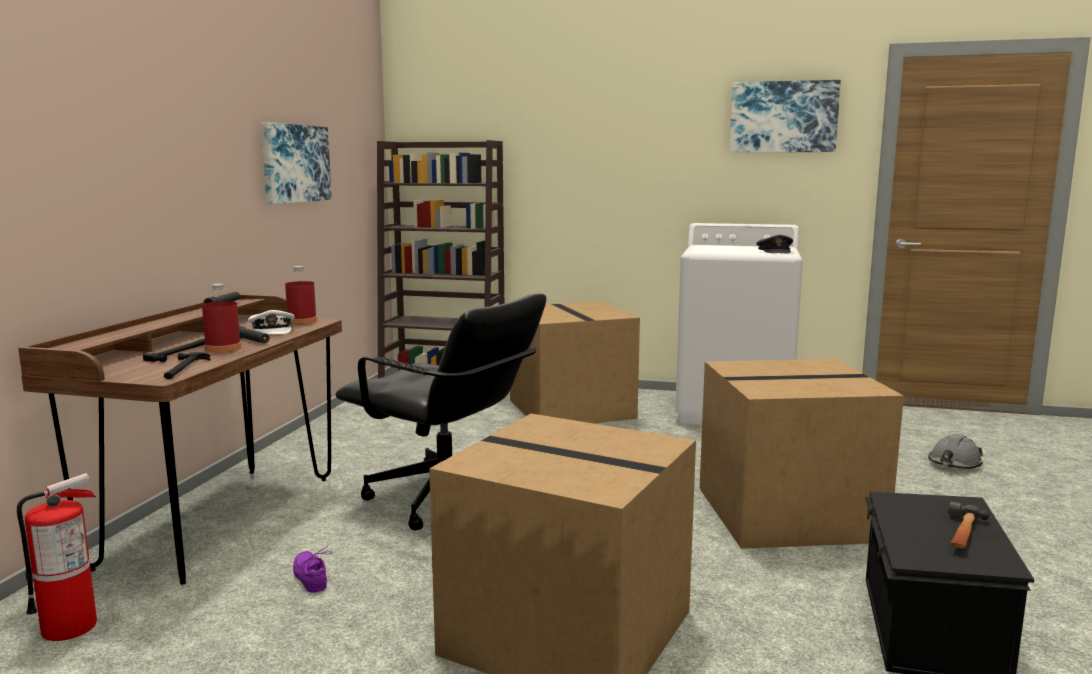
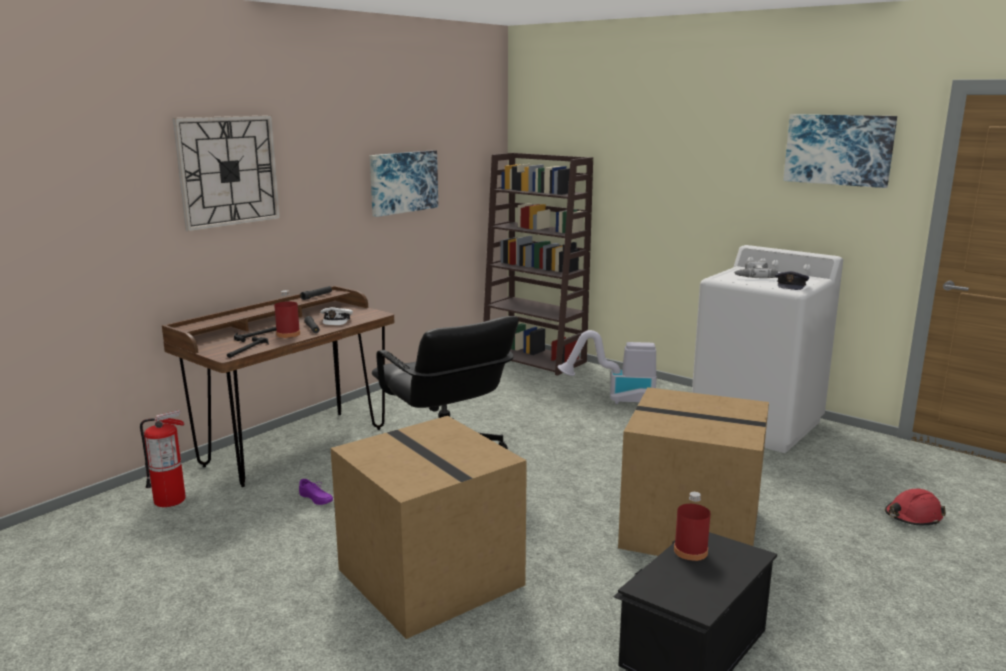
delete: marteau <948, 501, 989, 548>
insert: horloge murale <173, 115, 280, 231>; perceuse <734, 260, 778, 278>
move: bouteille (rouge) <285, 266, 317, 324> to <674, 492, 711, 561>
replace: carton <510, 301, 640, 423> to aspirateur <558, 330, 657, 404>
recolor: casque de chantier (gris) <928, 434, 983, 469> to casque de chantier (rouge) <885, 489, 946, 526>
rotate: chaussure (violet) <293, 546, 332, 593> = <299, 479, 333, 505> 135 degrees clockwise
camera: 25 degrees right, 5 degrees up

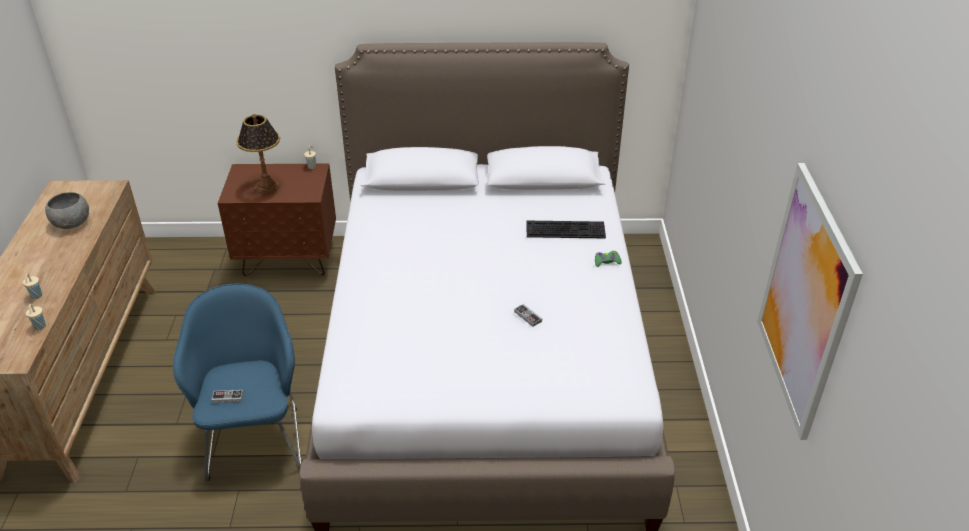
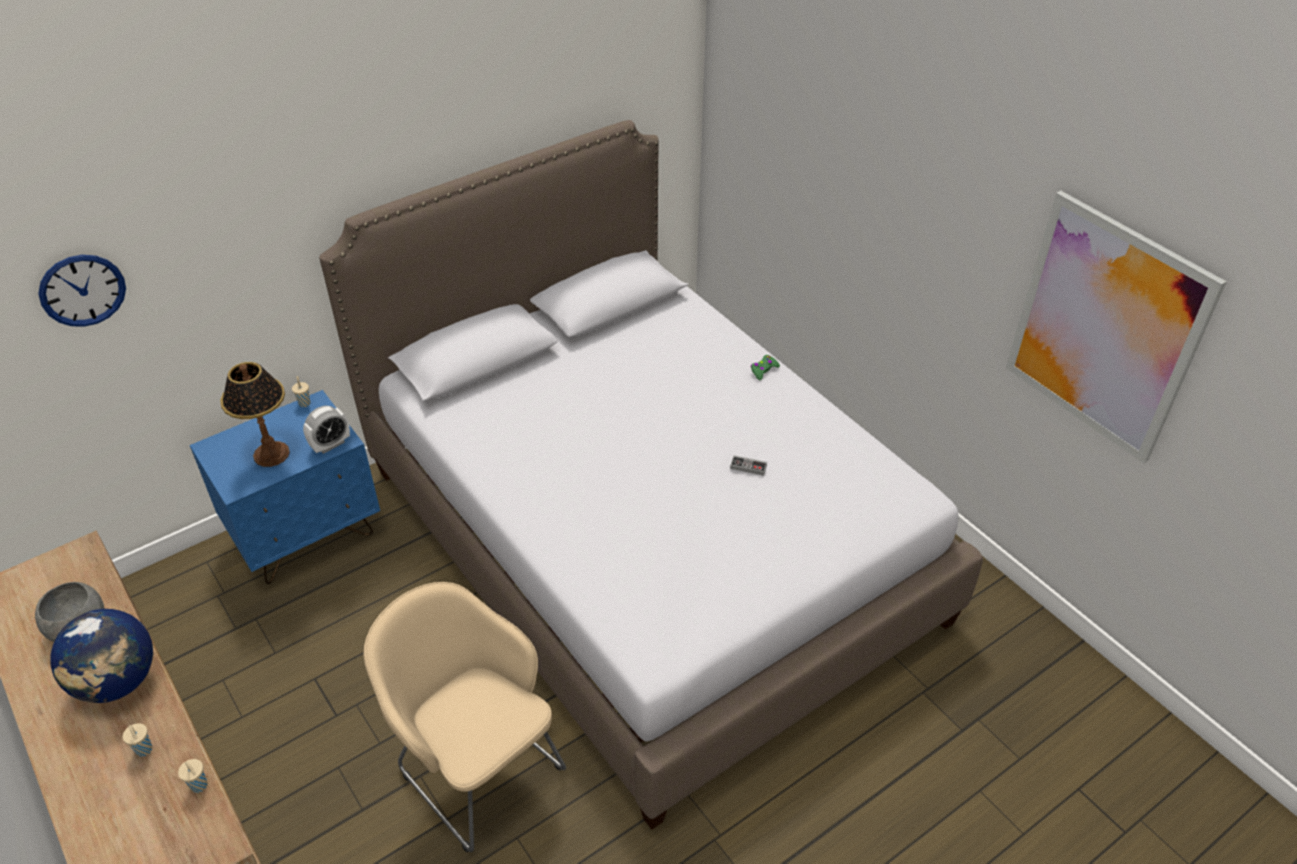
delete: manette <212, 390, 244, 403>; clavier <526, 221, 606, 238>
insert: horloge murale <38, 255, 126, 327>; globe <51, 609, 153, 703>; réveil <303, 406, 350, 454>
recolor: table de chevet (marron) <218, 164, 336, 276> to table de chevet (bleu) <190, 390, 380, 584>; fauteuil (bleu) <173, 283, 302, 482> to fauteuil (beige) <363, 582, 566, 852>
camera: 35 degrees left, 5 degrees up

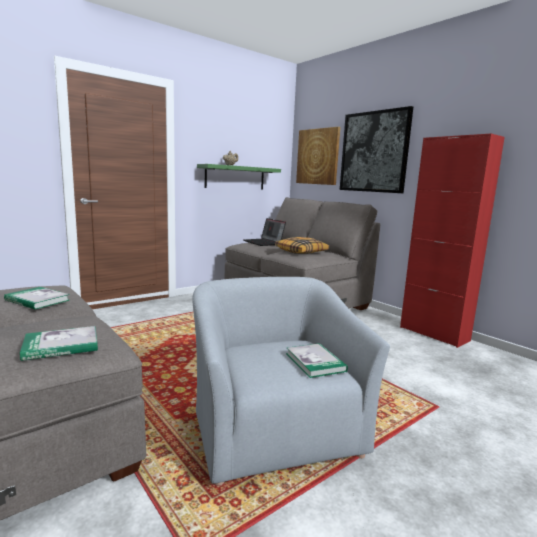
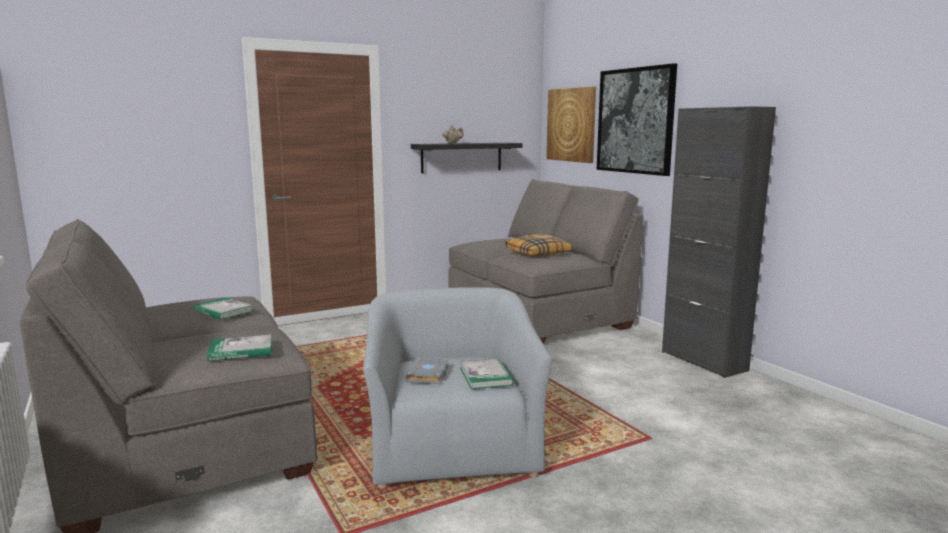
delete: ordinateur portable <243, 218, 286, 246>
insert: livre (gris) <404, 357, 449, 384>
recolor: étagère (vert) <197, 164, 281, 190> to étagère (noir) <411, 143, 522, 173>; meuble de rangement (rouge) <400, 133, 505, 348> to meuble de rangement (noir) <662, 106, 776, 378>
camera: 10 degrees right, 0 degrees up

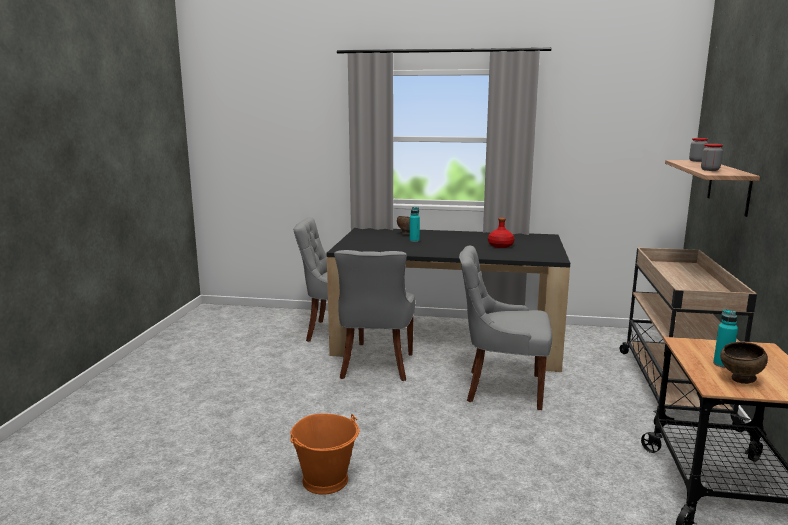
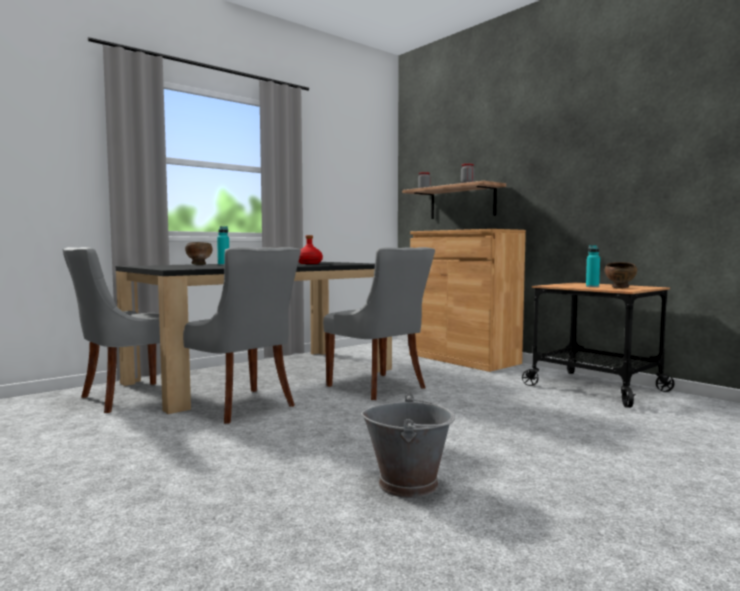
replace: chariot (beige) <620, 247, 757, 432> to meuble de rangement (marron) <409, 229, 526, 372>
recolor: seau (orange) <290, 413, 359, 495> to seau (gris) <361, 393, 455, 498>
rotate: chaise (gris) <459, 246, 552, 410> = <323, 247, 435, 400> 90 degrees counterclockwise
camera: 50 degrees left, 10 degrees down

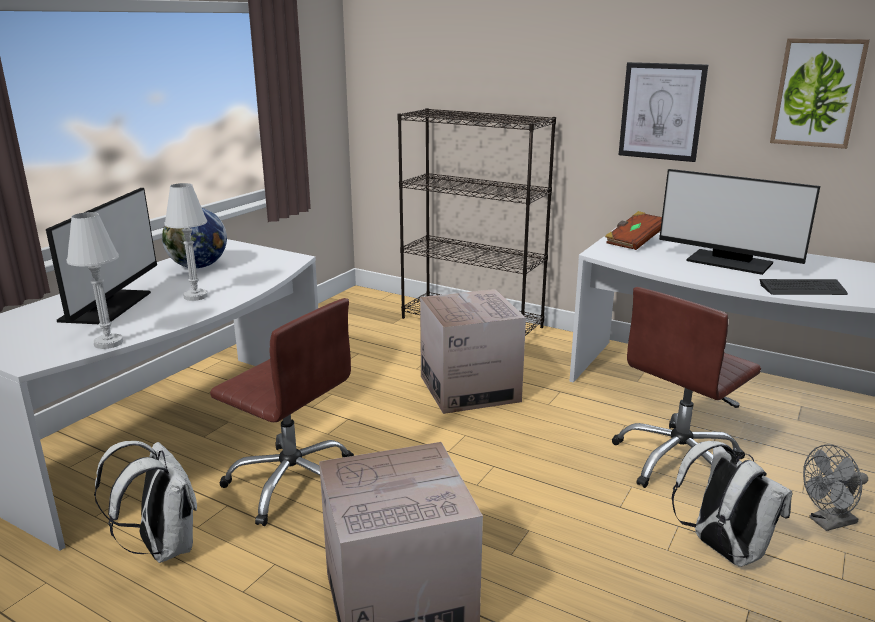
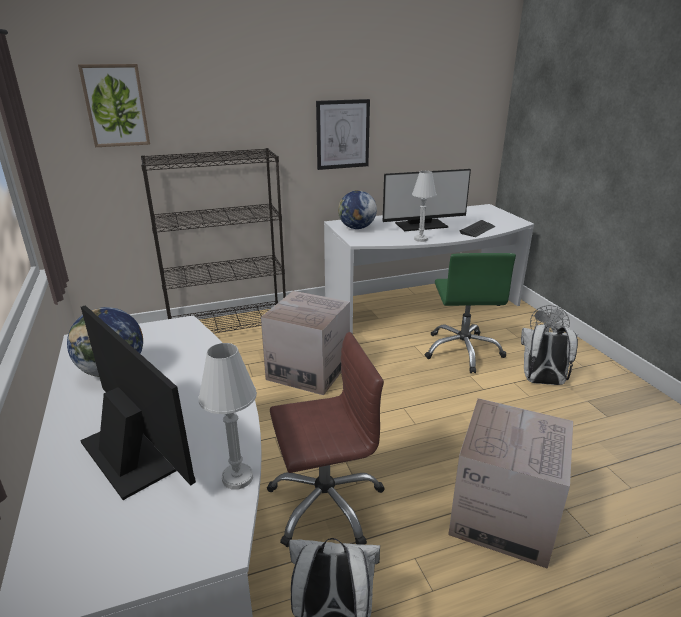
move: tableau <770, 38, 870, 149> to <78, 64, 150, 147>; lampe de table (blanc) <164, 183, 208, 301> to <412, 171, 437, 242>
replace: livre (marron) <605, 211, 662, 250> to globe <338, 190, 377, 229>
recolor: chaise de bureau (marron) <612, 287, 761, 488> to chaise de bureau (vert) <425, 253, 516, 373>
camera: 50 degrees left, 5 degrees up

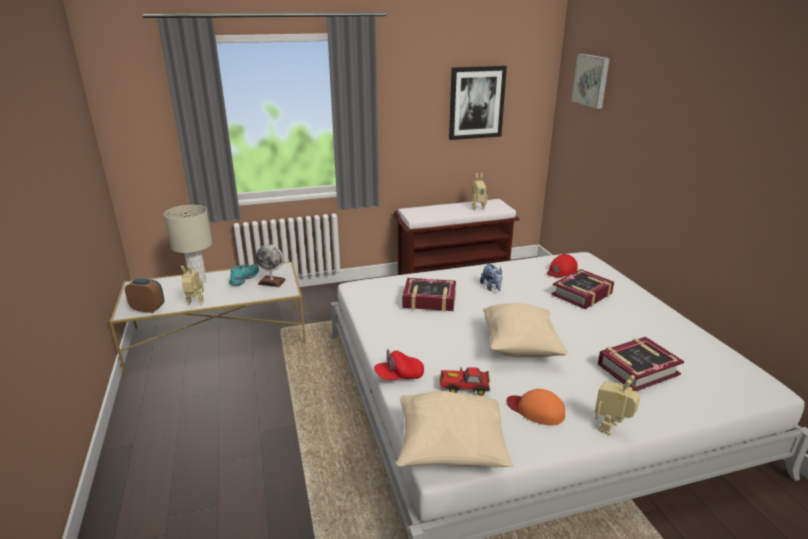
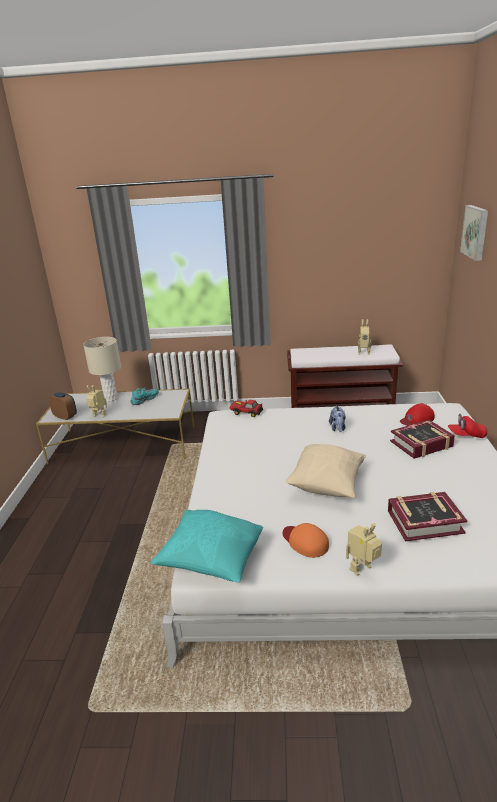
delete: globe <256, 244, 286, 287>; livre <402, 278, 456, 312>; tableau <449, 66, 507, 140>
move: petite voiture <439, 367, 490, 396> to <230, 400, 263, 417>; casquette (rouge) <374, 349, 424, 380> to <448, 414, 487, 438>
recolor: coussin (beige) <397, 391, 513, 467> to coussin (turquoise) <151, 510, 263, 583>
camera: 20 degrees right, 0 degrees up

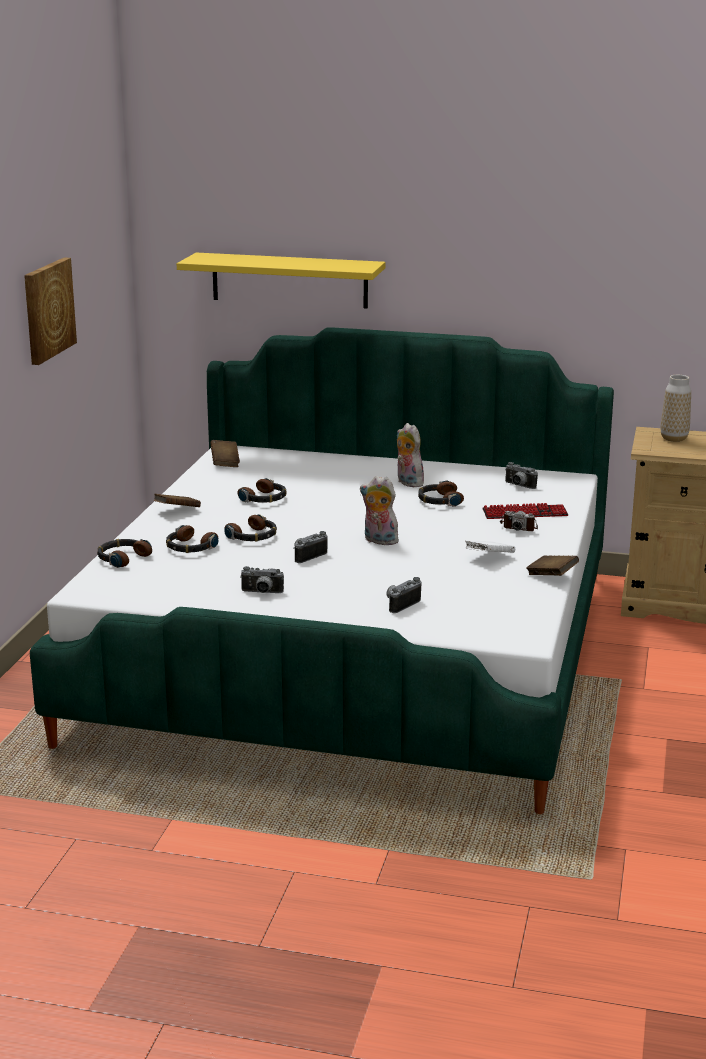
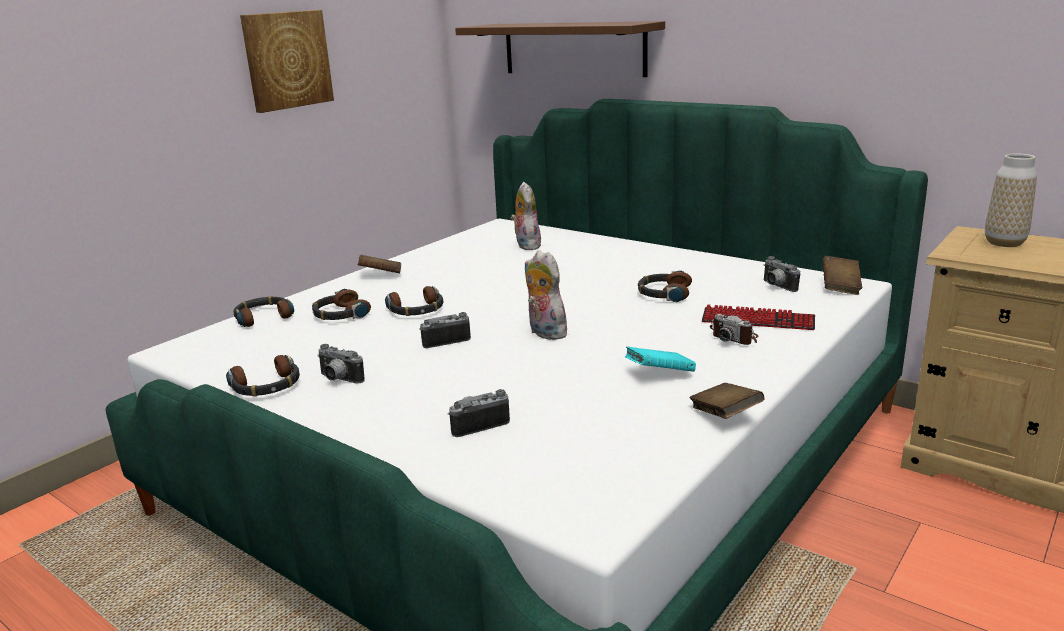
move: casque audio <237, 478, 286, 503> to <226, 355, 300, 397>; peluche <396, 423, 424, 487> to <511, 182, 541, 250>; livre (marron) <210, 440, 240, 467> to <823, 256, 862, 295>
recolor: étagère (jaune) <177, 253, 385, 308> to étagère (marron) <455, 21, 665, 77>; livre (blanc) <465, 541, 515, 553> to livre (turquoise) <625, 347, 696, 372>
camera: 25 degrees right, 0 degrees up

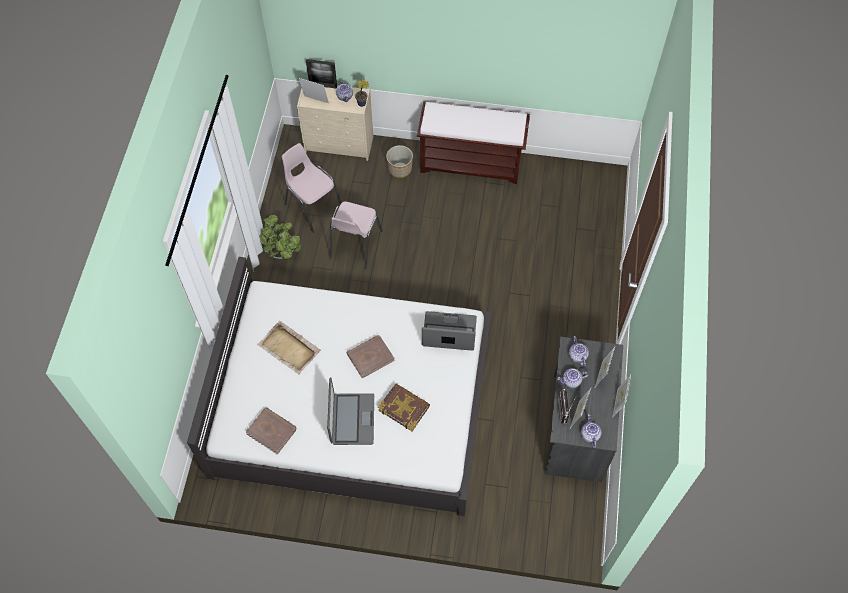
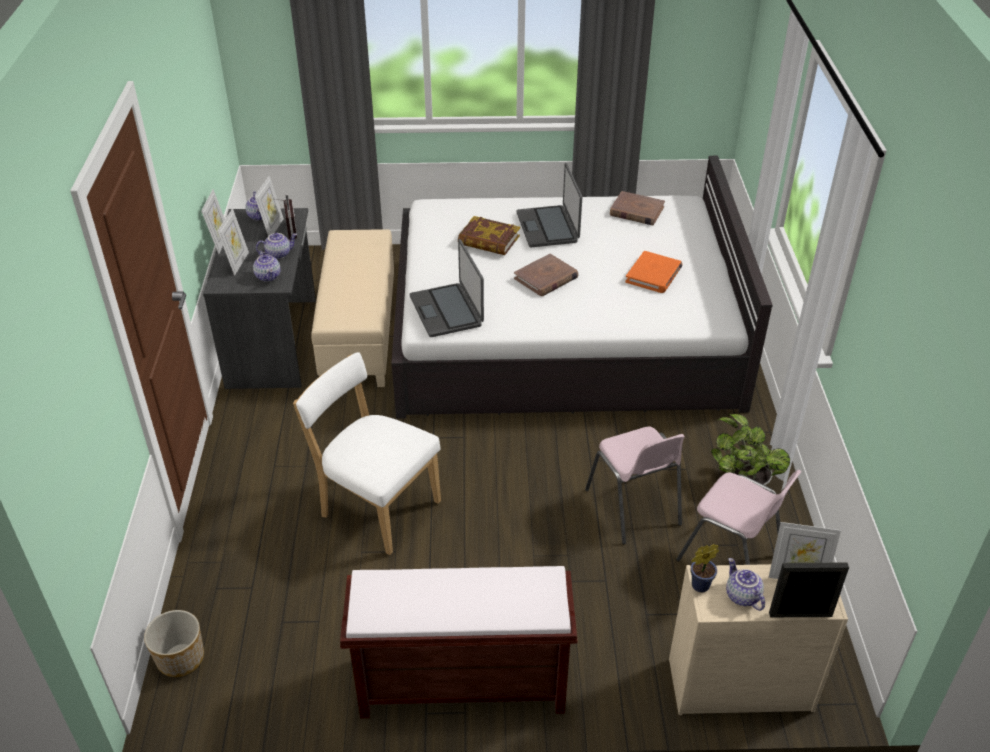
insert: chaise (blanc) <293, 352, 441, 555>; pouf (beige) <311, 229, 394, 387>
move: cache-pot <386, 145, 413, 178> to <144, 610, 204, 677>
replace: plateau (beige) <257, 321, 321, 374> to livre (orange) <625, 251, 683, 293>
rotate: ordinateur portable <422, 311, 477, 351> = <410, 239, 484, 337> 75 degrees clockwise; chaise (rose) <330, 202, 383, 269> = <585, 427, 685, 544> 150 degrees clockwise
camera: 170 degrees right, 20 degrees down

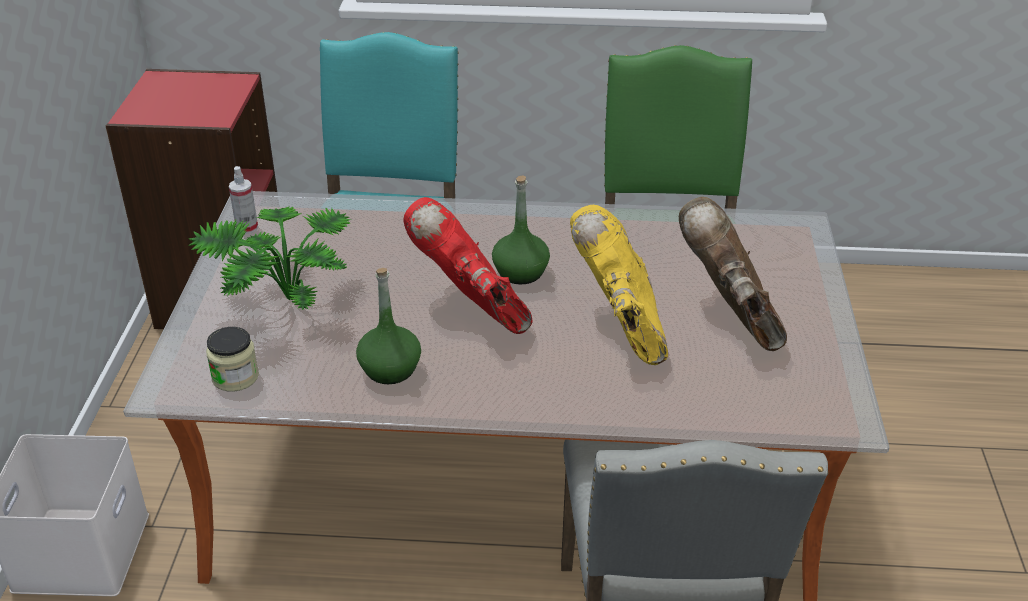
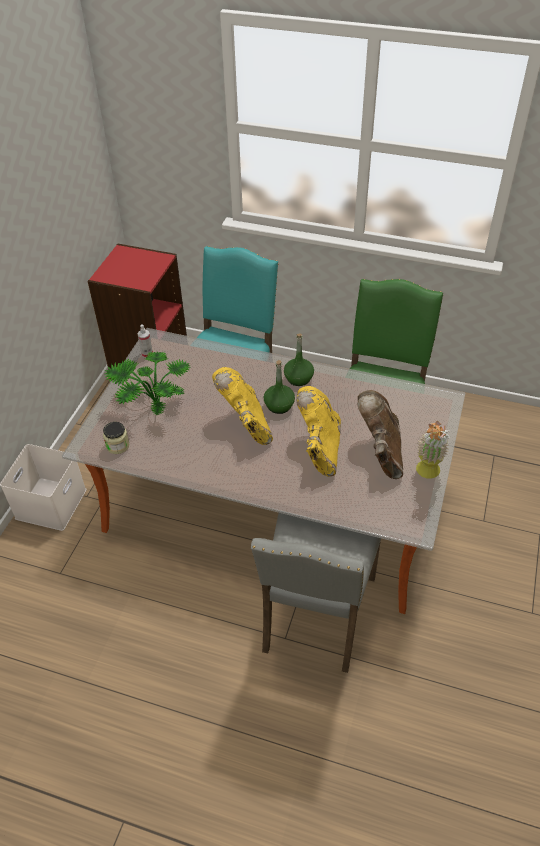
insert: plante en pot <416, 421, 450, 479>
move: bouteille (vert) <356, 268, 421, 384> to <284, 334, 314, 386>
recolor: botte (rouge) <403, 197, 532, 334> to botte (jaune) <212, 367, 273, 445>
camera: 15 degrees right, 10 degrees up

